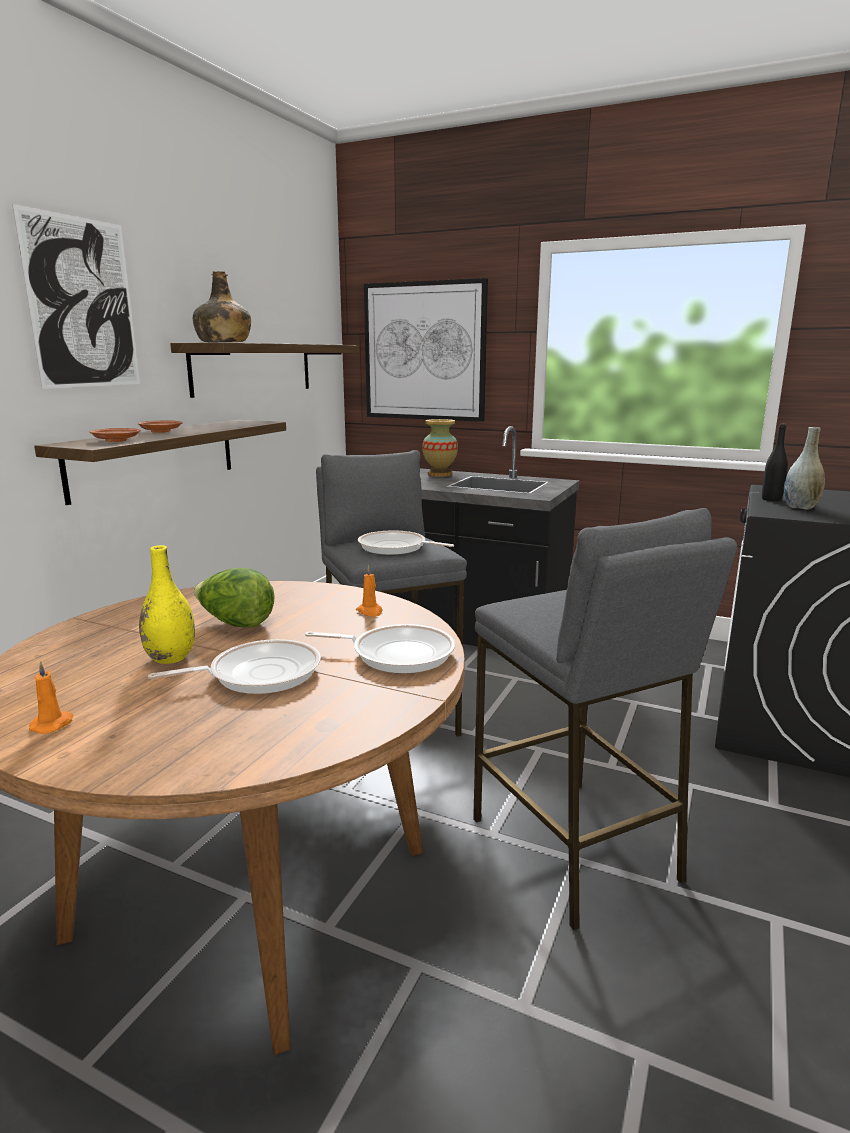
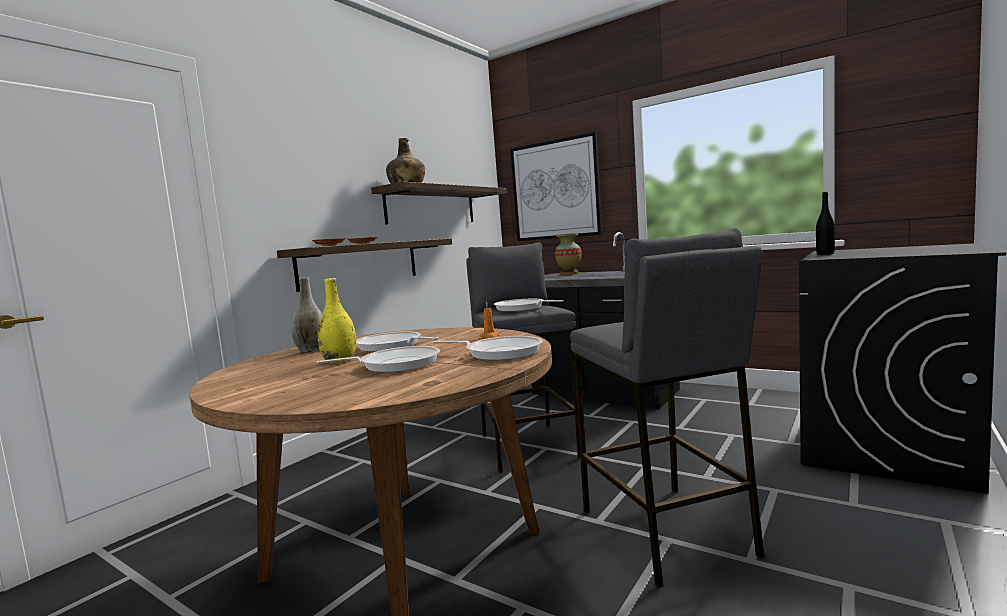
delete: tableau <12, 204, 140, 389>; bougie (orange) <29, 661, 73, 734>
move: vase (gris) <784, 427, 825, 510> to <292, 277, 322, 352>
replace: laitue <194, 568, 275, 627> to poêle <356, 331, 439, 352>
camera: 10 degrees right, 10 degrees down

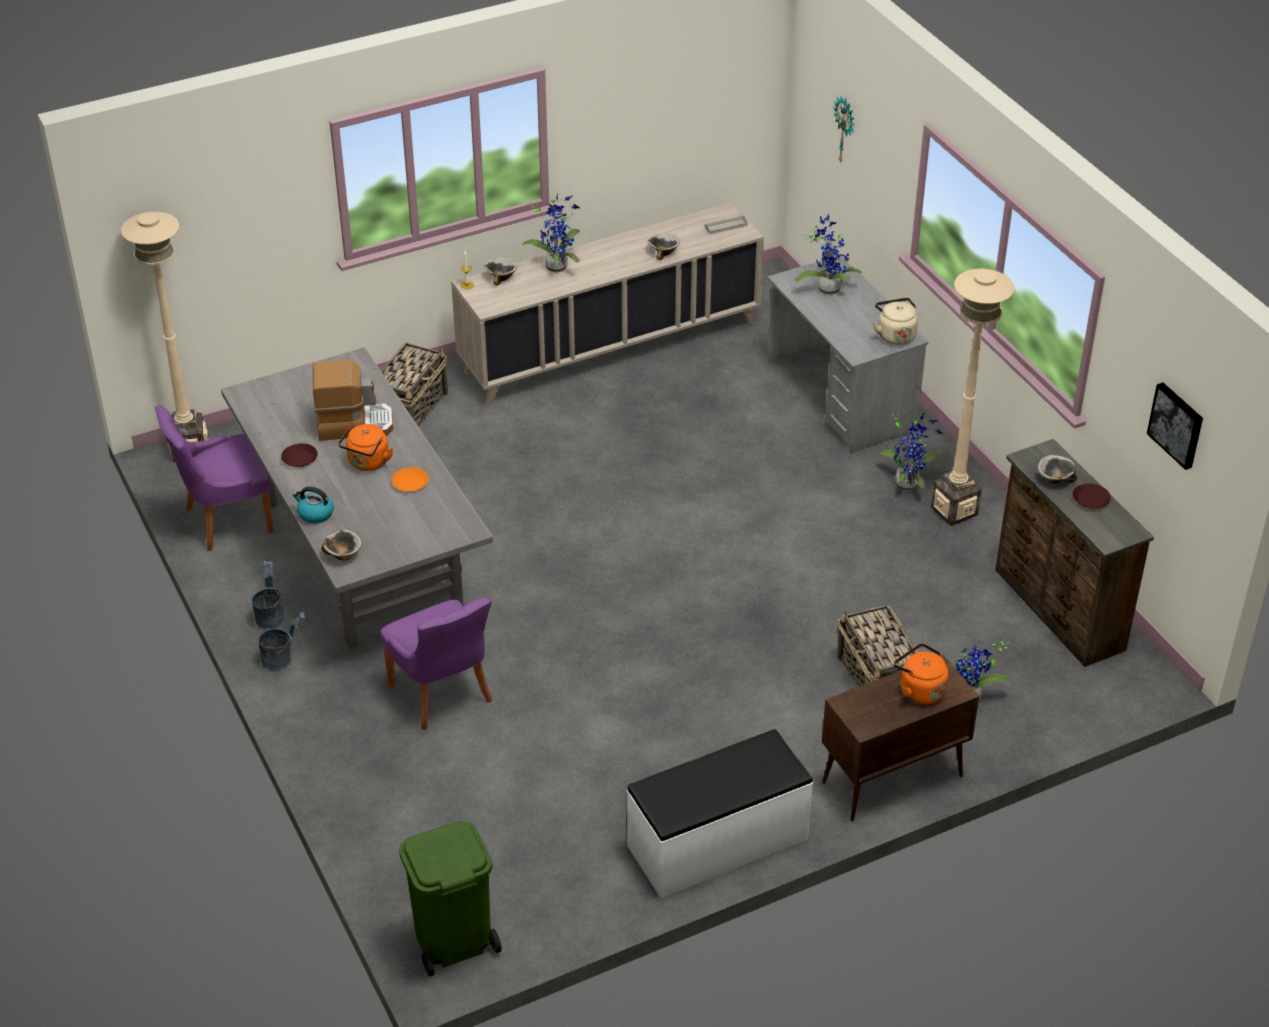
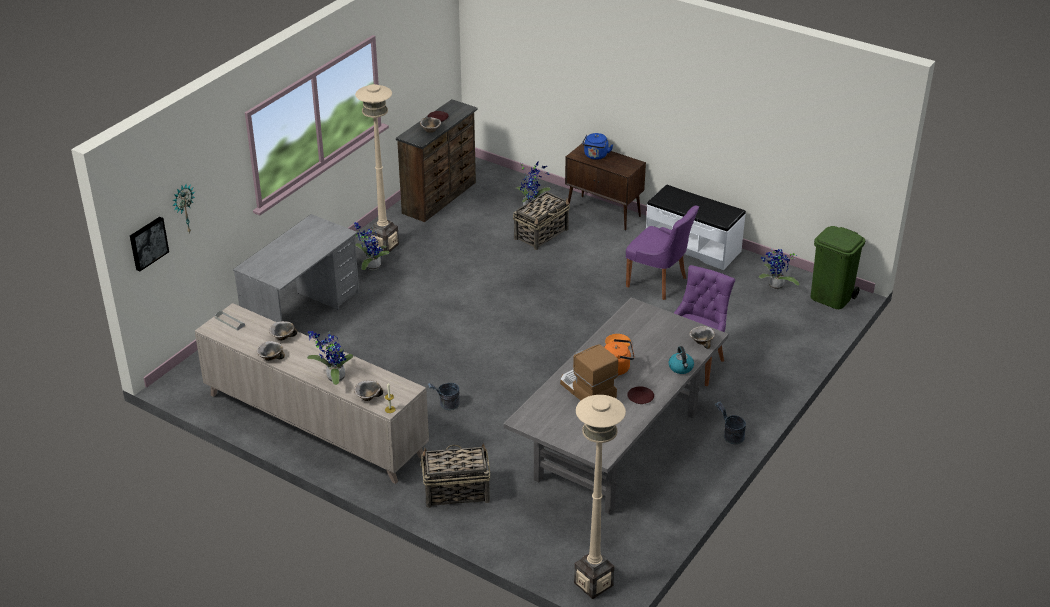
delete: bouilloire (beige) <873, 298, 918, 345>
insert: bol <257, 341, 285, 361>
move: tableau <1147, 383, 1203, 470> to <130, 217, 169, 272>; seau (gris) <252, 561, 285, 629> to <428, 383, 460, 410>; chaise (violet) <155, 405, 274, 551> to <626, 206, 699, 300>; plante en pot <795, 214, 861, 295> to <759, 249, 799, 290>
recolor: bouilloire (orange) <894, 643, 948, 704> to bouilloire (bleu) <582, 133, 613, 160>
camera: 120 degrees left, 5 degrees down

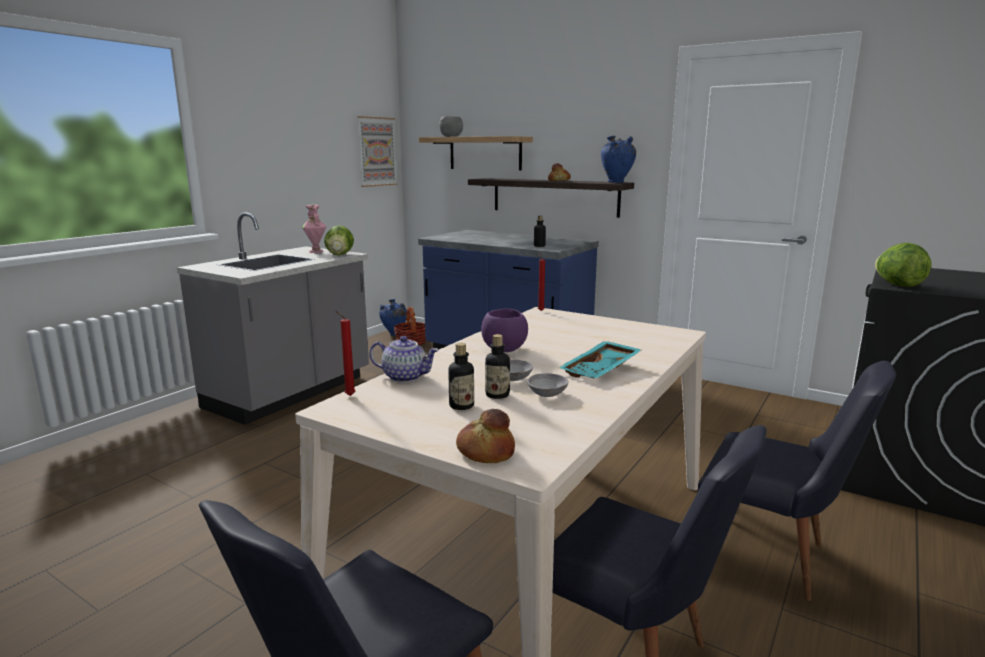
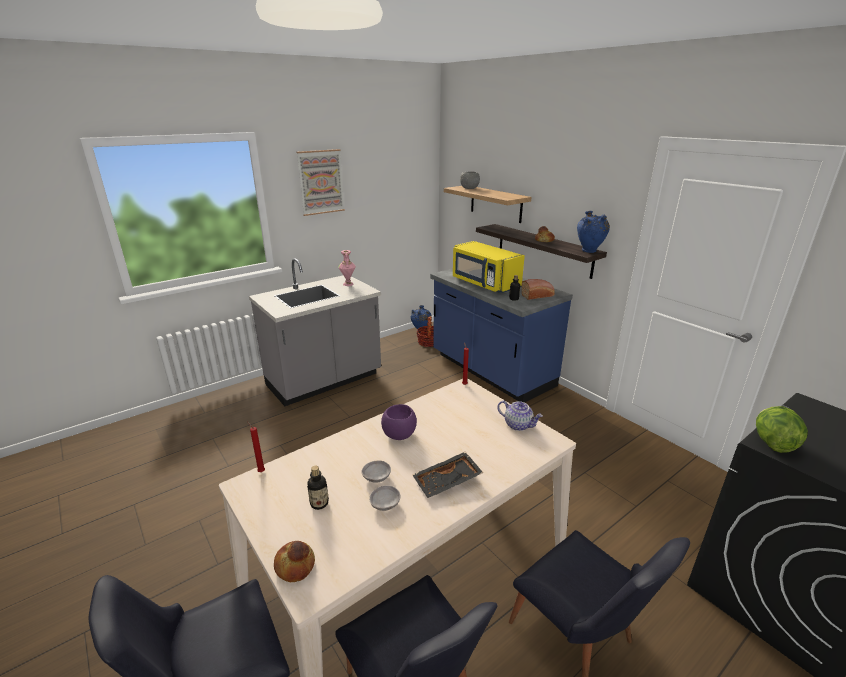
delete: laitue <324, 225, 354, 256>; bouteille <485, 334, 510, 399>
insert: micro-ondes (jaune) <453, 241, 525, 293>; pain <522, 279, 555, 300>
move: tableau <357, 116, 398, 187> to <296, 149, 345, 216>; théière <369, 336, 439, 383> to <497, 401, 543, 431>
recolor: plateau (turquoise) <558, 341, 642, 378> to plateau (noir) <413, 452, 483, 498>
camera: 20 degrees right, 10 degrees up

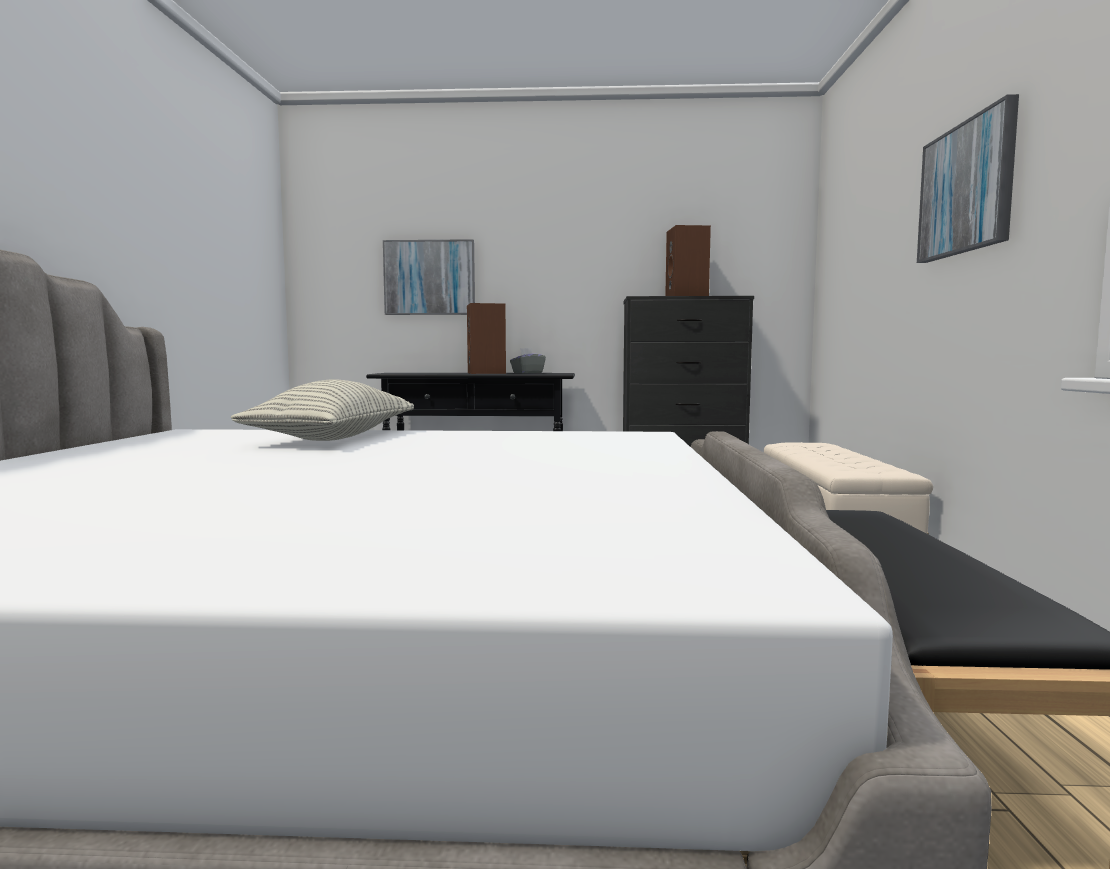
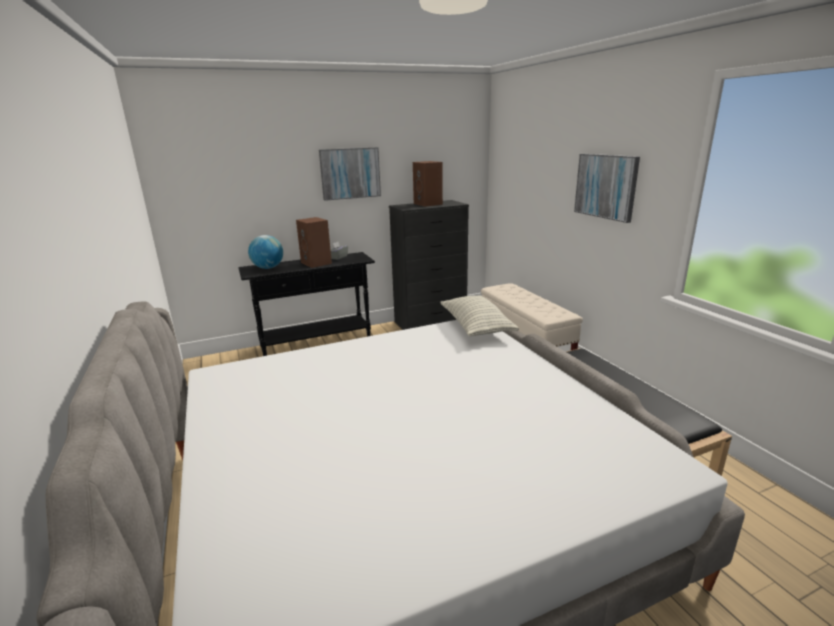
insert: globe <248, 235, 283, 269>
move: tableau <383, 239, 475, 315> to <319, 147, 381, 201>; coussin <231, 379, 414, 441> to <440, 296, 519, 336>
camera: 25 degrees left, 15 degrees up

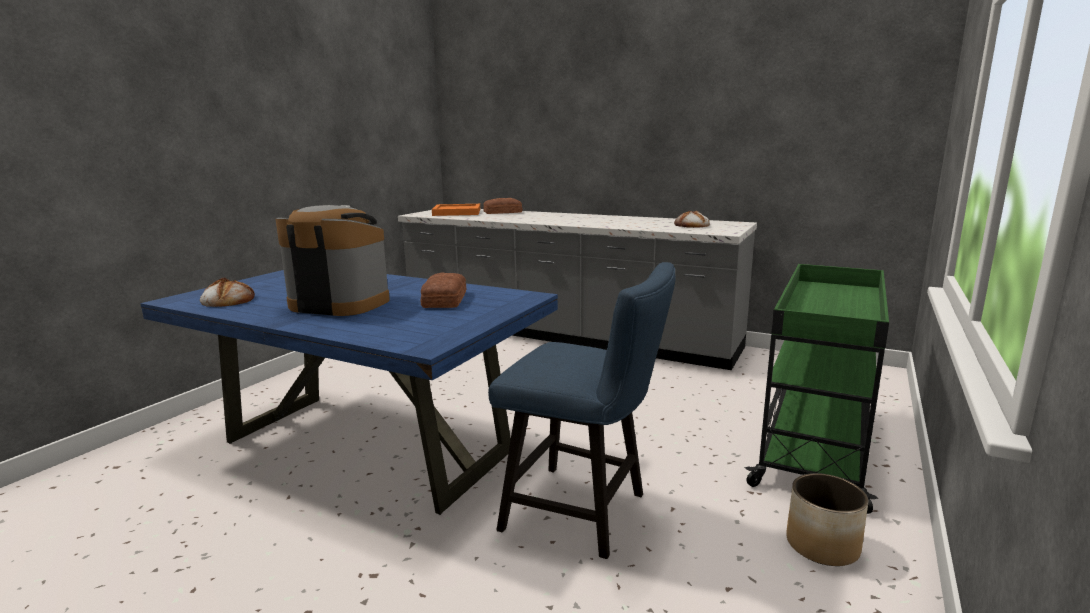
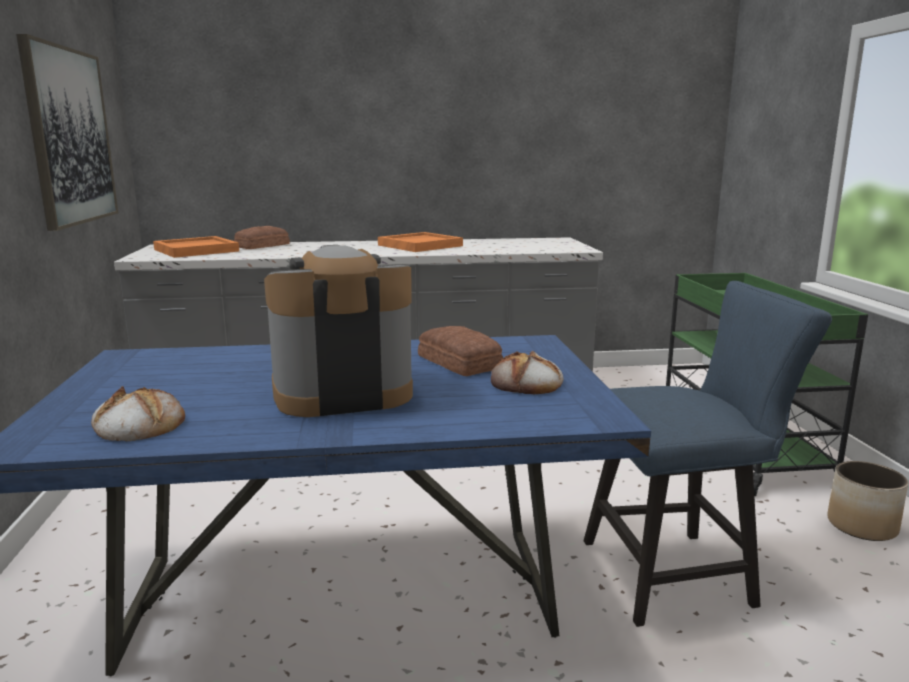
insert: tableau <16, 34, 118, 231>; plateau (orange) <378, 232, 463, 252>
move: pain <674, 210, 710, 228> to <491, 351, 563, 394>
camera: 35 degrees left, 0 degrees up

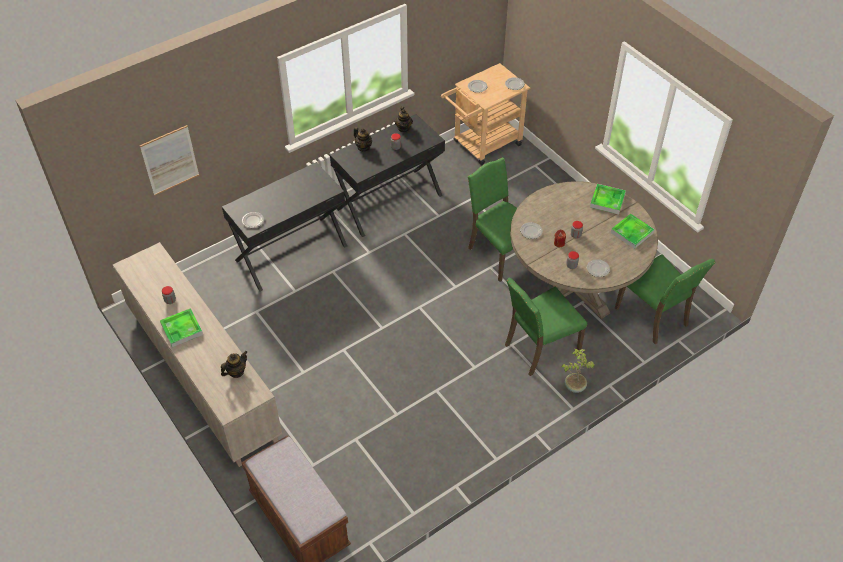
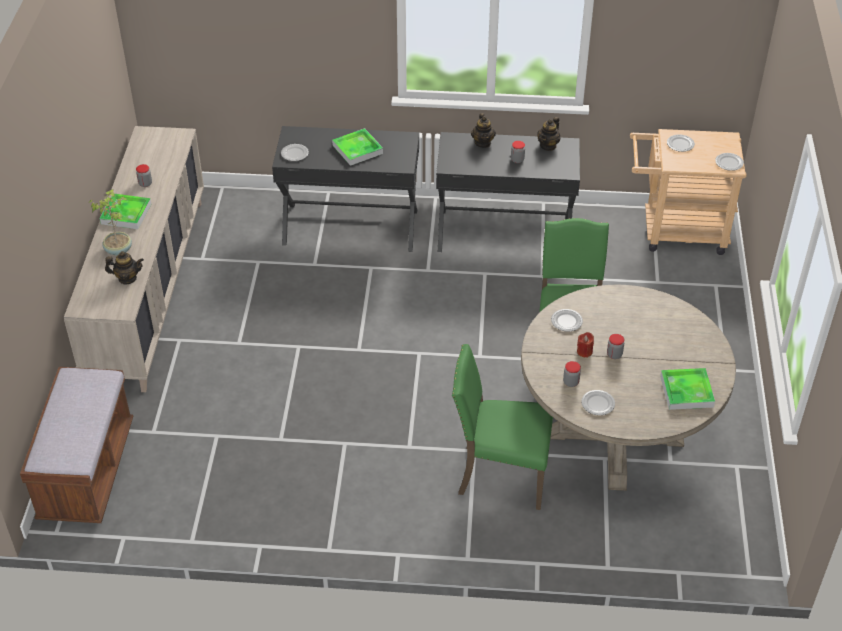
delete: tableau <140, 125, 199, 196>; chaise (vert) <615, 254, 716, 345>
move: plante en pot <562, 349, 595, 393> to <89, 189, 132, 256>; plateau <590, 184, 626, 214> to <332, 128, 383, 166>
camera: 40 degrees right, 5 degrees down

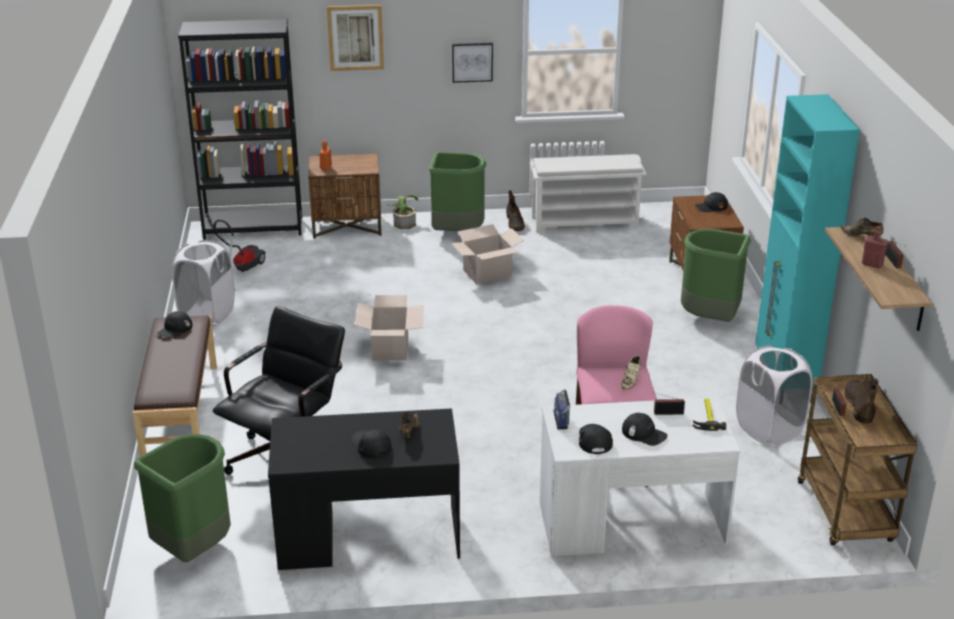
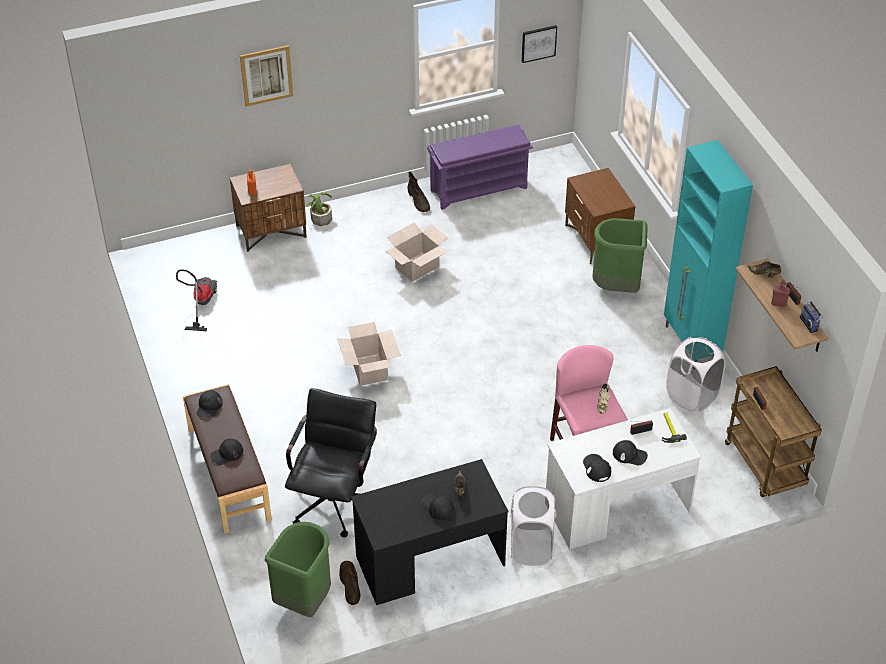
delete: bibliothèque (noir) <178, 19, 302, 240>; poubelle (vert) <428, 152, 486, 231>
move: casquette (noir) <695, 192, 728, 212> to <210, 439, 243, 465>; botte (marron) <844, 375, 877, 424> to <339, 561, 360, 605>; panier à linge (blanc) <172, 240, 235, 324> to <510, 486, 556, 566>; tableau <452, 43, 493, 83> to <522, 25, 557, 63>; radio <554, 389, 570, 429> to <800, 300, 823, 333>
recolor: étagère à chaussures (blanc) <530, 154, 647, 233> to étagère à chaussures (violet) <427, 124, 533, 210>
camera: 15 degrees left, 15 degrees up

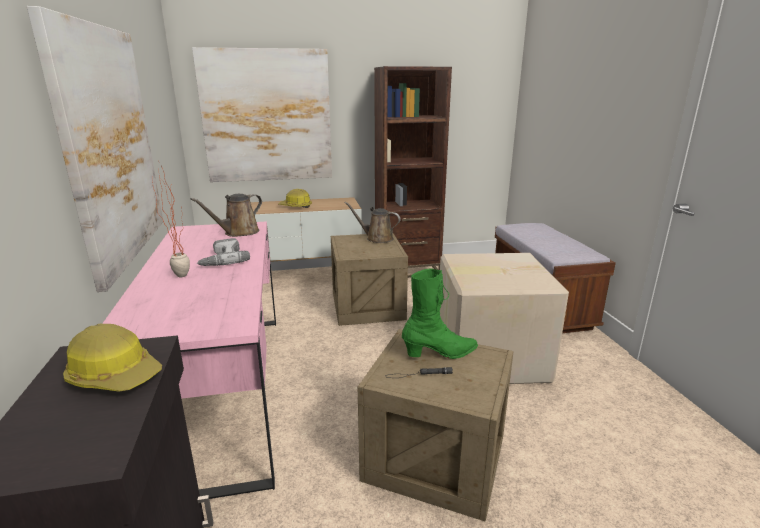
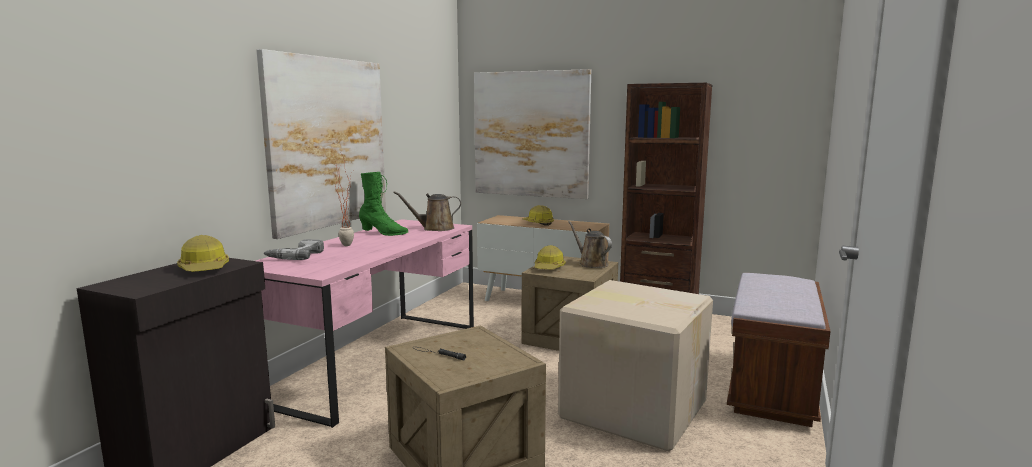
insert: casque de chantier <535, 245, 566, 269>
move: perceuse <197, 238, 250, 266> to <264, 239, 324, 260>; botte (vert) <402, 268, 478, 359> to <359, 172, 408, 236>
camera: 35 degrees right, 10 degrees down

